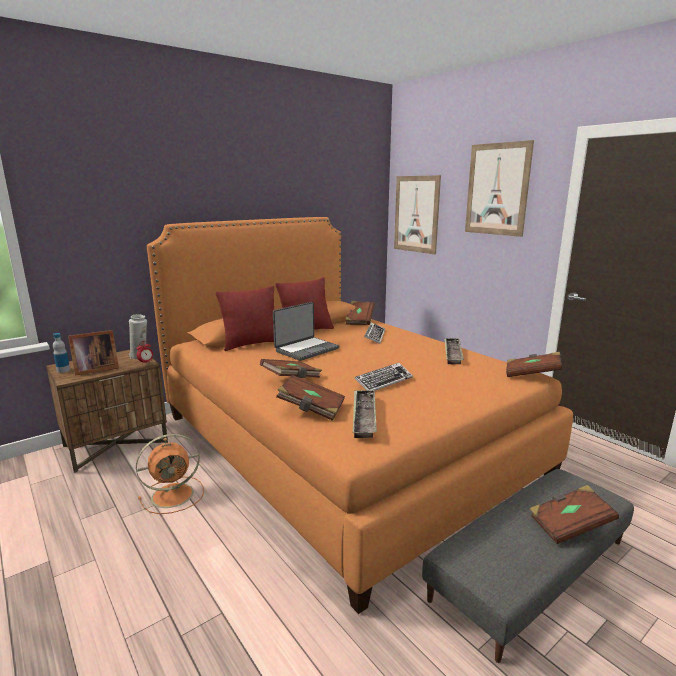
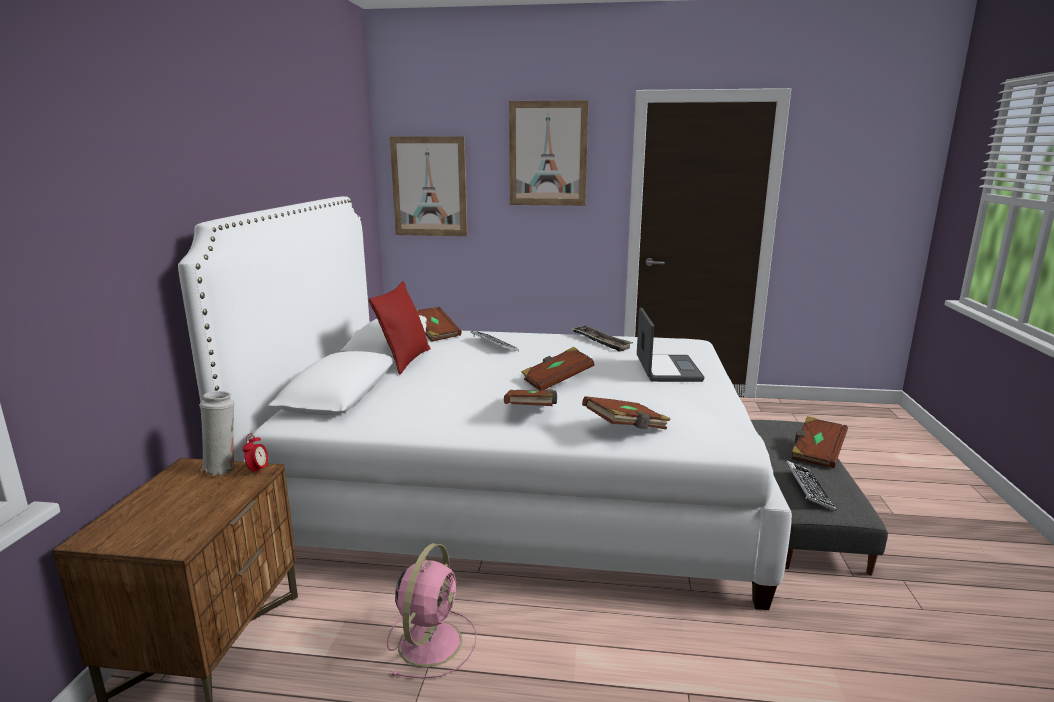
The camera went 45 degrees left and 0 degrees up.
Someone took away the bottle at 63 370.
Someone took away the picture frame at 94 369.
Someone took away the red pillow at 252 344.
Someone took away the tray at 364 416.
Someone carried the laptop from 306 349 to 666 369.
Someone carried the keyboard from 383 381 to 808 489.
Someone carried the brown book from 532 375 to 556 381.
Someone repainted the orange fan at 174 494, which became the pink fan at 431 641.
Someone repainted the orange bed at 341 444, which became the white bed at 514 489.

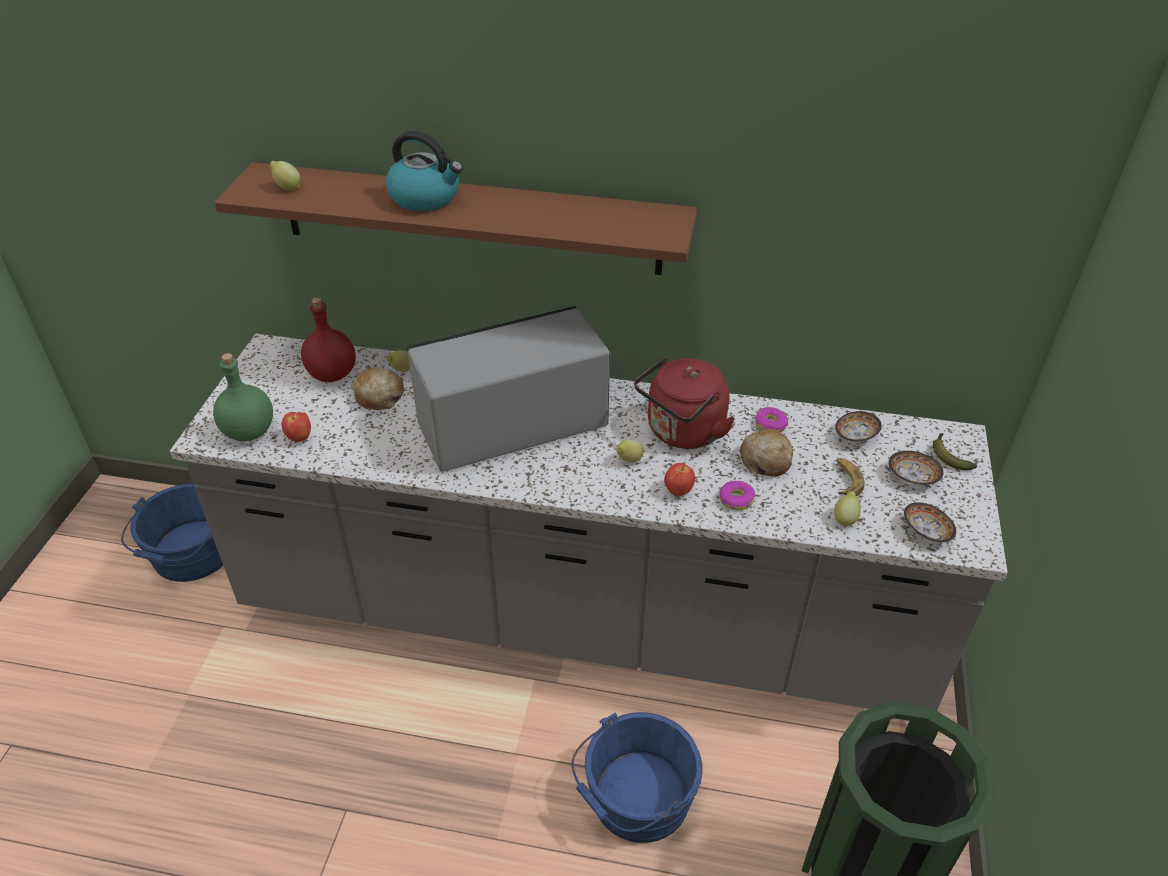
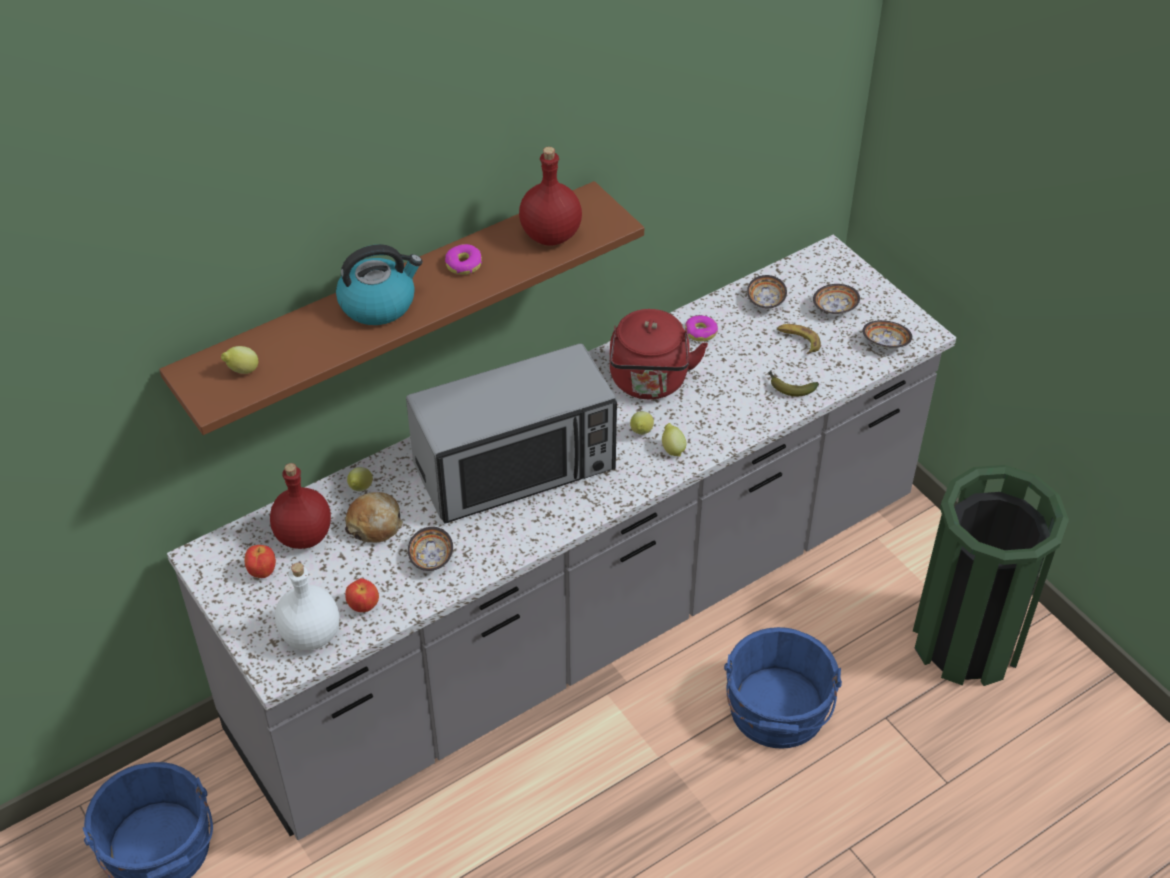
The camera went 45 degrees left and 5 degrees up.
Someone took away the bread at 765 460.
Someone put down the bowl at 431 558.
Someone put down the red bottle at 550 234.
Someone carried the apple from 678 491 to 262 572.
Someone carried the donut from 736 499 to 463 264.
Someone carried the lemon from 845 519 to 672 449.
Someone carried the banana from 949 456 to 789 387.
Someone repainted the green bottle at 250 432, which became the white bottle at 312 635.
Someone rotated the microwave at 511 423 by 135 degrees counterclockwise.

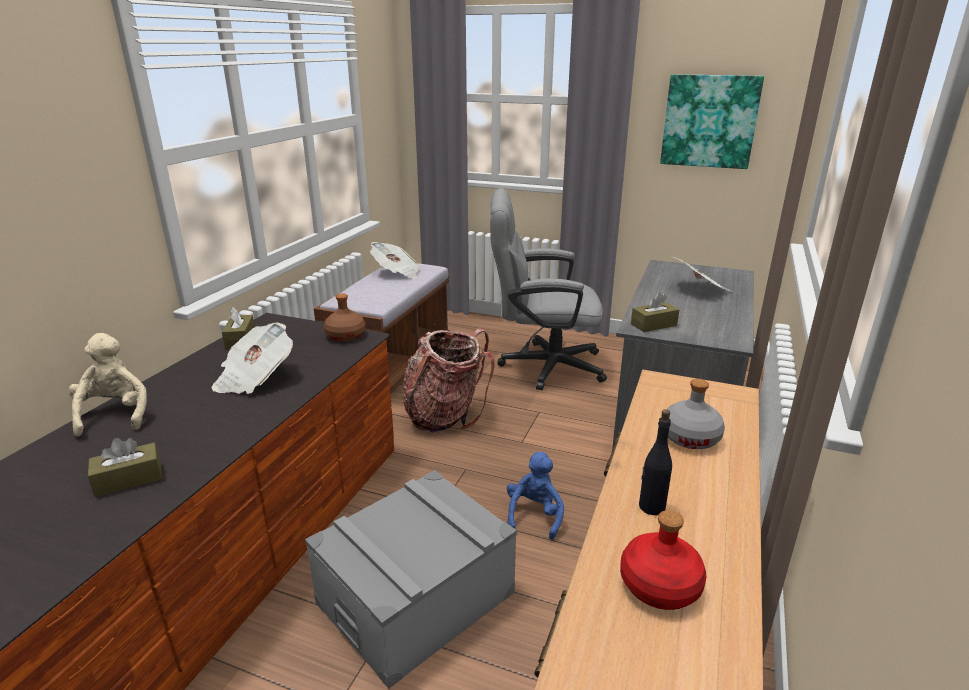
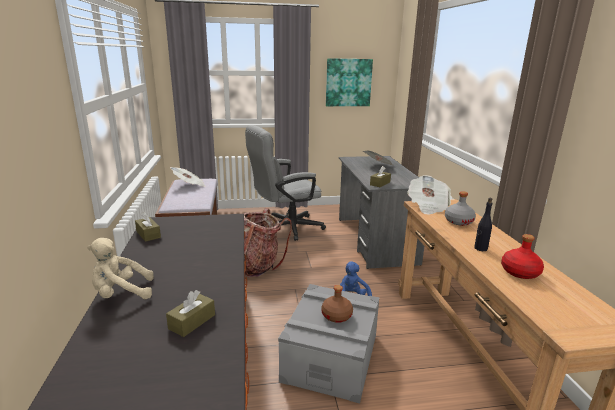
The camera went 30 degrees left and 5 degrees down.
Someone carried the newspaper from 254 378 to 427 206.
Someone carried the brown bottle from 346 335 to 337 315.
Someone rotated the beige plush toy at 115 414 by 60 degrees counterclockwise.

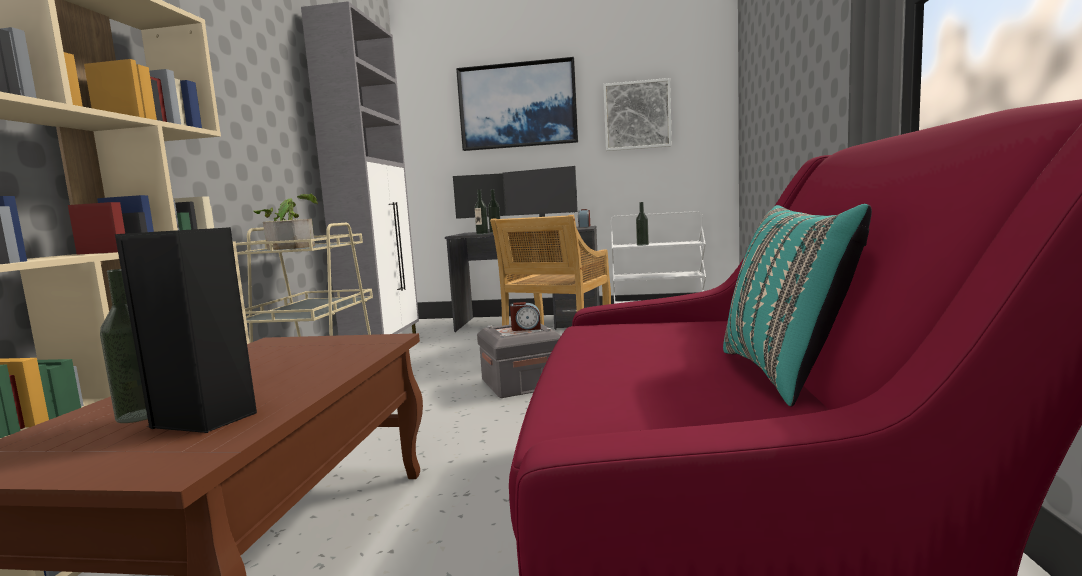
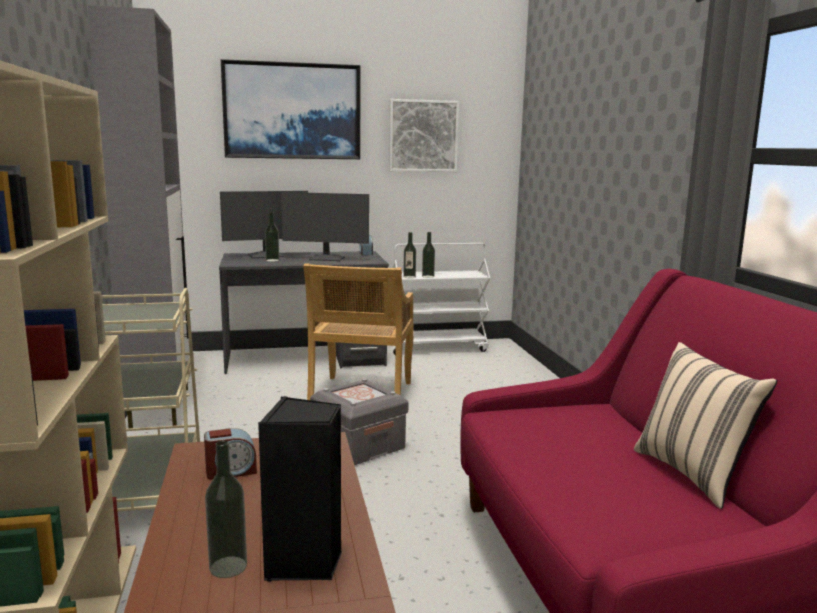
The camera went 20 degrees left and 5 degrees up.
Someone took away the potted plant at 292 247.
Someone carried the bottle from 482 234 to 409 277.
Someone carried the alarm clock from 526 328 to 231 471.
Someone repainted the turquoise pillow at 786 373, which became the beige pillow at 693 474.

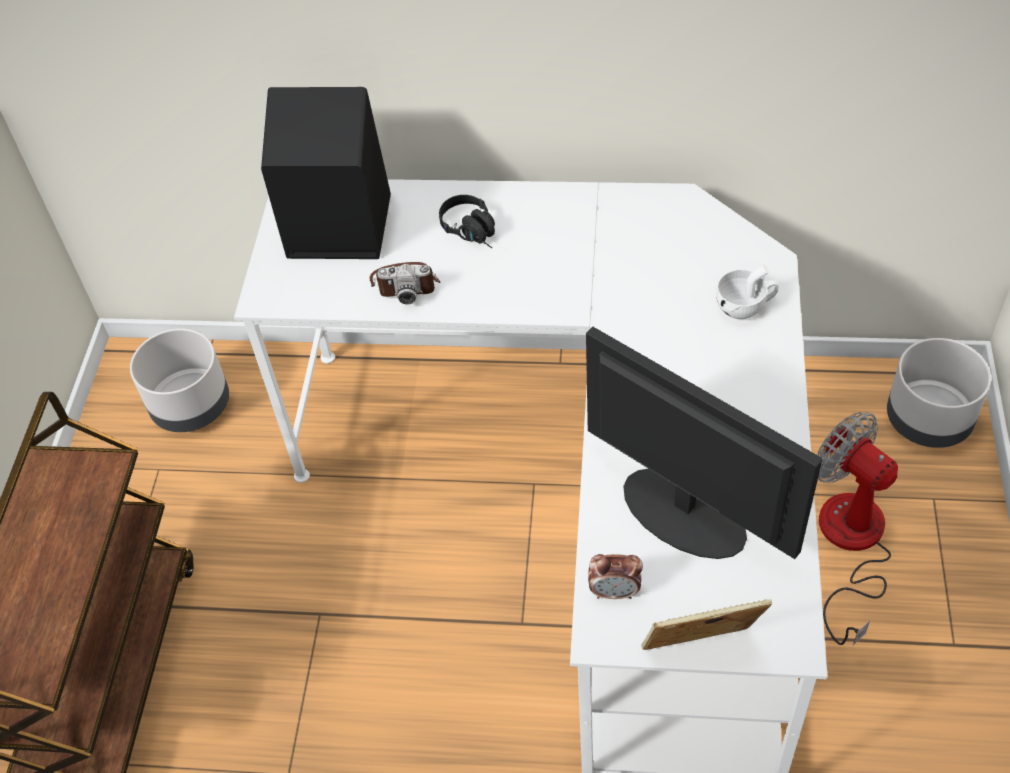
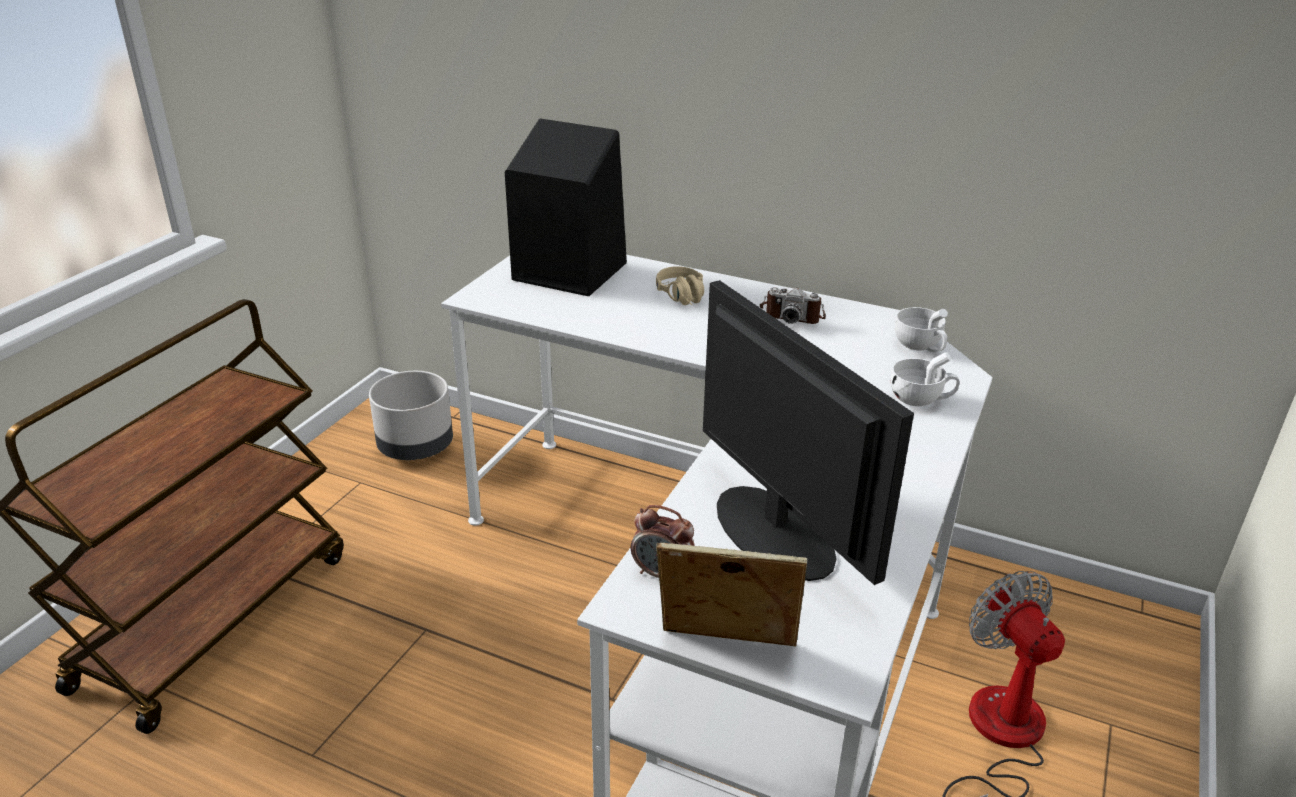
The camera went 15 degrees right and 20 degrees down.
Someone took away the grey planter at 927 420.
Someone put down the white cup at 920 347.
Someone carried the photo camera from 405 283 to 792 315.
Someone repainted the black headphones at 474 232, which became the beige headphones at 684 298.

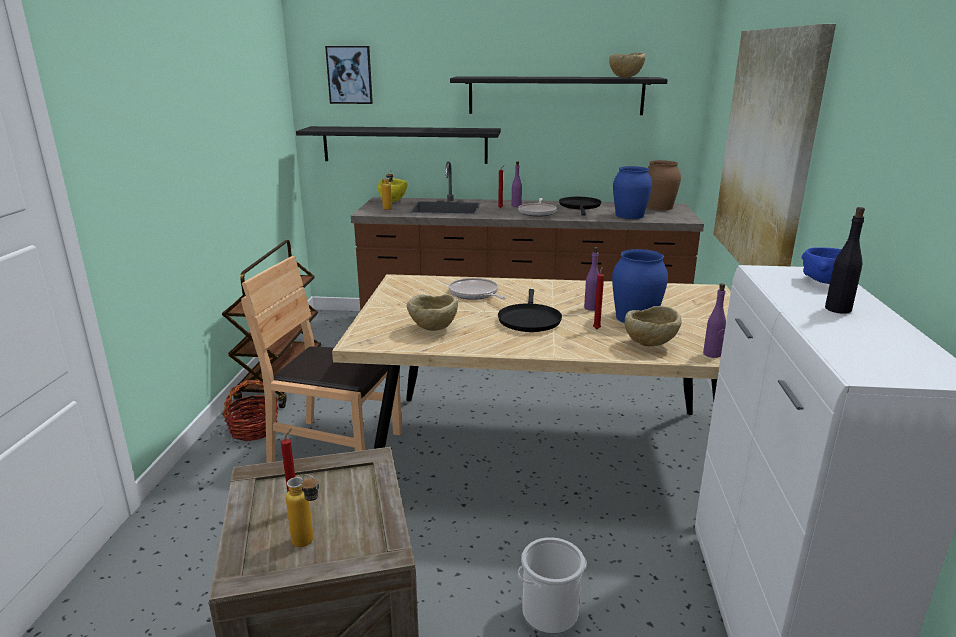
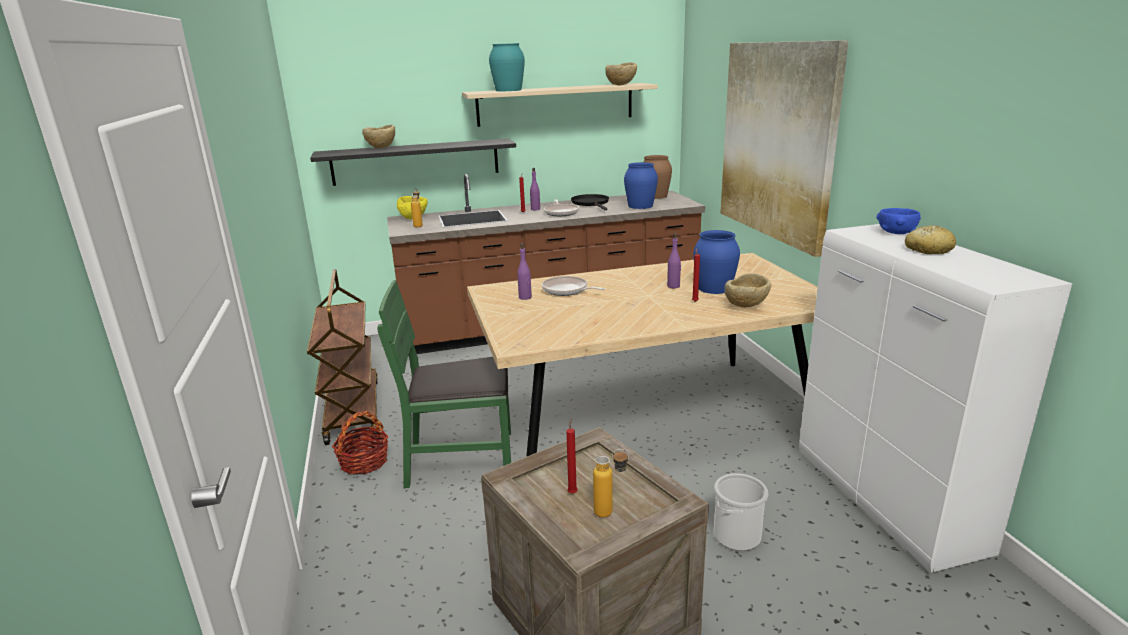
The camera went 20 degrees left and 0 degrees up.
Someone took away the picture at 349 75.
Someone took away the black frying pan at 529 320.
Someone put down the turquoise vase at 508 90.
Someone carried the beige bowl from 433 330 to 381 148.
Someone carried the purple bottle from 712 354 to 525 297.
Someone swapped the black bottle at 838 309 for the bread at 928 250.
Someone repainted the brown chair at 336 448, which became the green chair at 461 459.
Someone repainted the black shelf at 555 95, which became the beige shelf at 555 104.

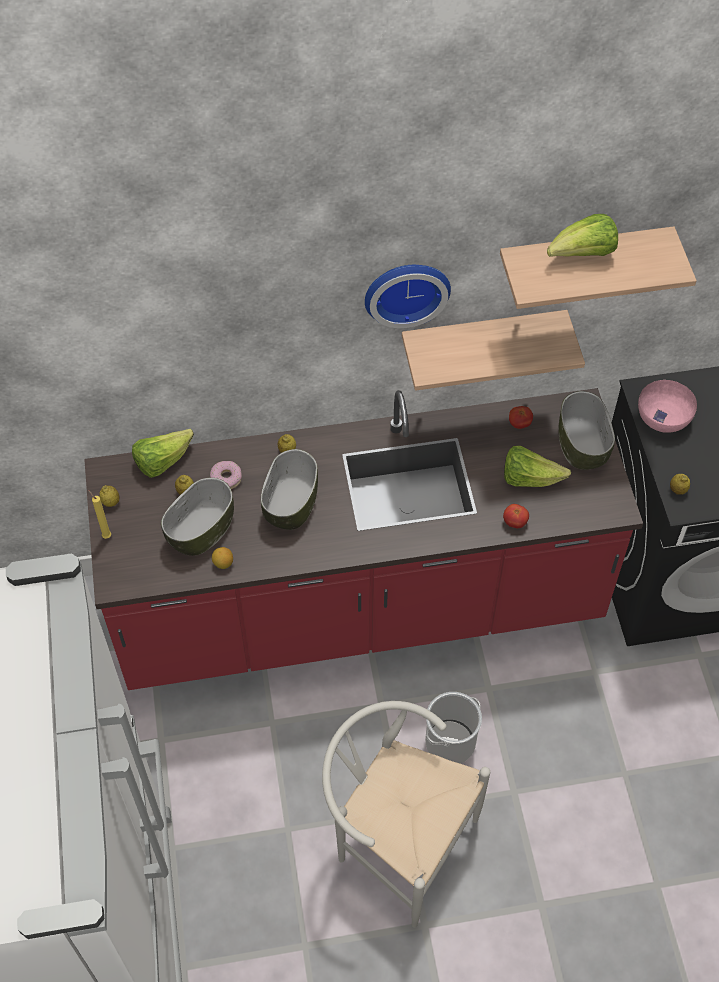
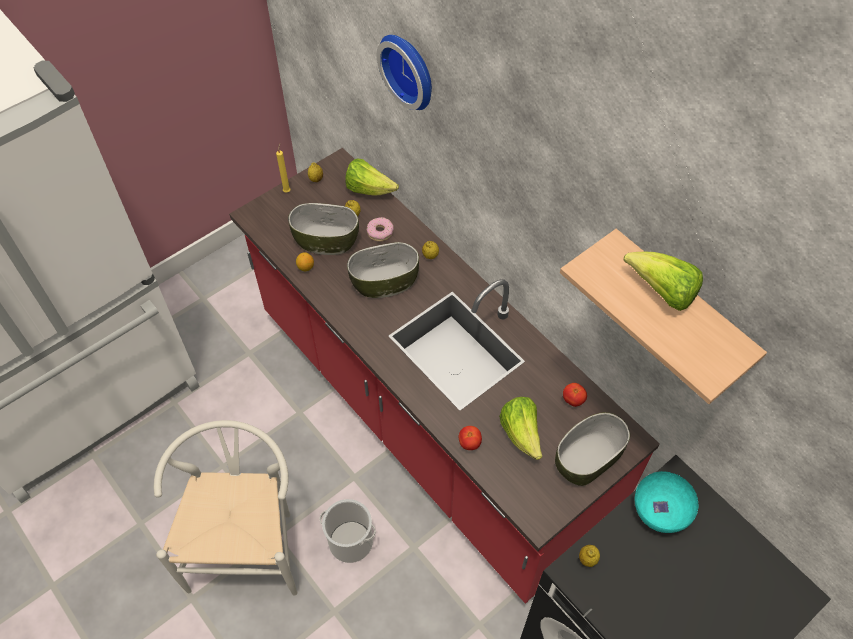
The camera went 60 degrees right and 0 degrees up.
Someone took away the shelf at 482 341.
Someone carried the wall clock from 406 289 to 410 69.
Someone repainted the pink bowl at 663 418, which became the turquoise bowl at 660 510.

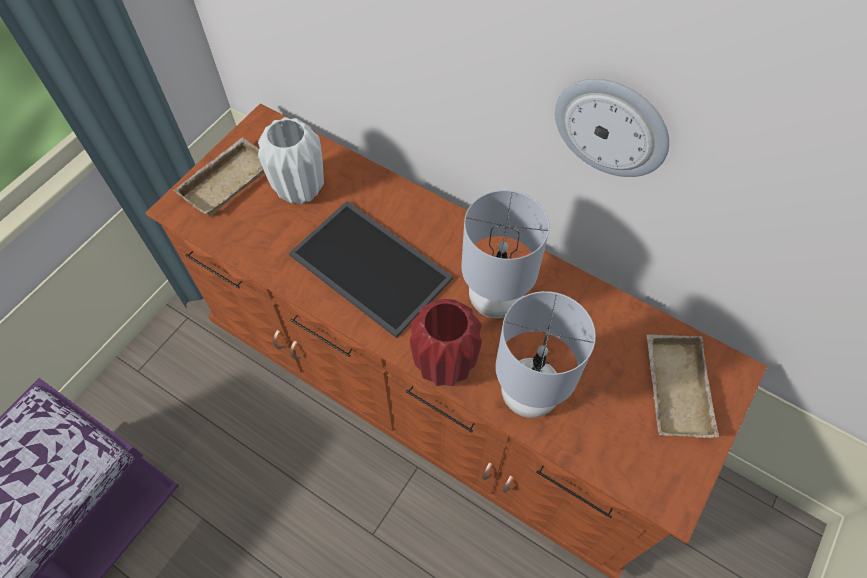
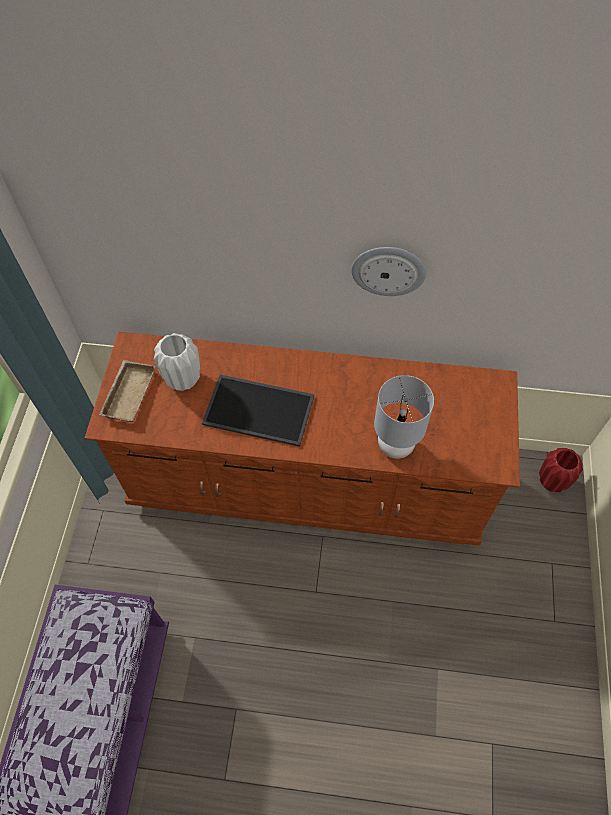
The camera went 25 degrees left and 0 degrees up.
Someone took away the grey table lamp at 494 301.
Someone took away the beige tray at 673 387.
Someone carried the red vase from 445 366 to 552 481.

